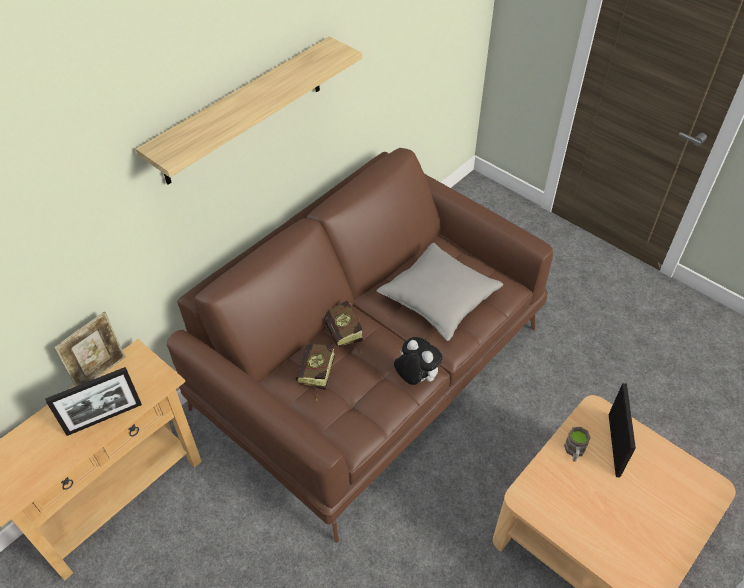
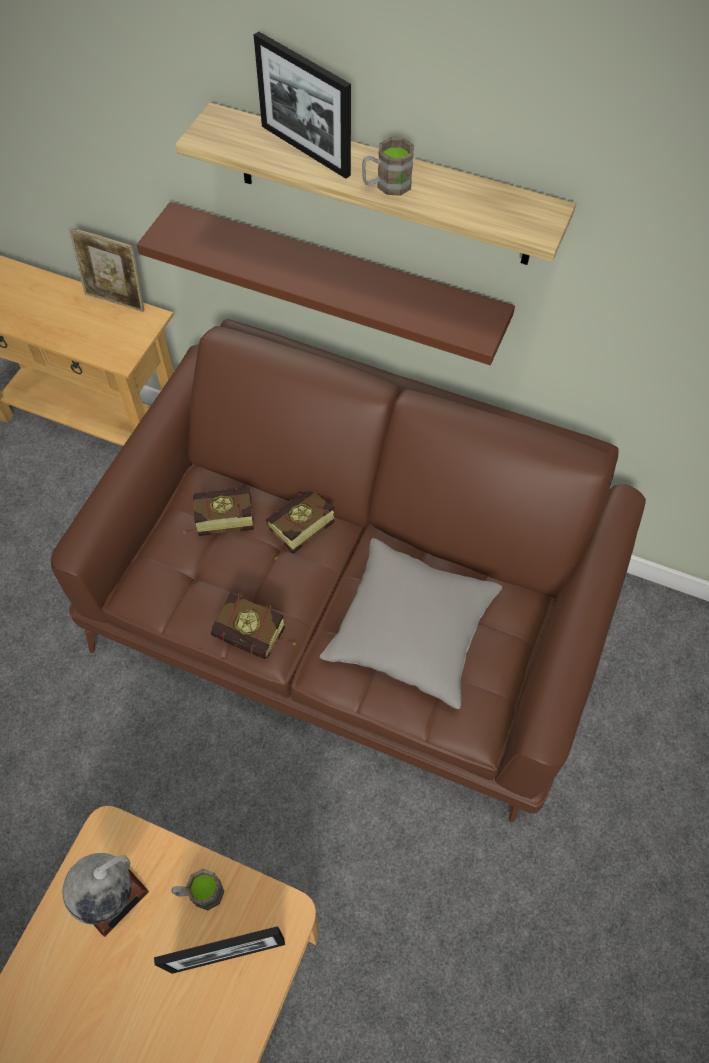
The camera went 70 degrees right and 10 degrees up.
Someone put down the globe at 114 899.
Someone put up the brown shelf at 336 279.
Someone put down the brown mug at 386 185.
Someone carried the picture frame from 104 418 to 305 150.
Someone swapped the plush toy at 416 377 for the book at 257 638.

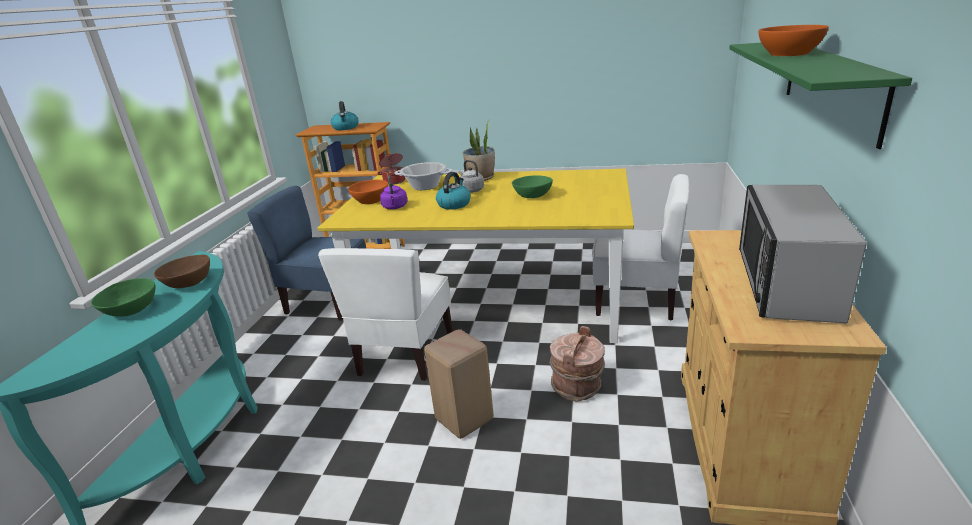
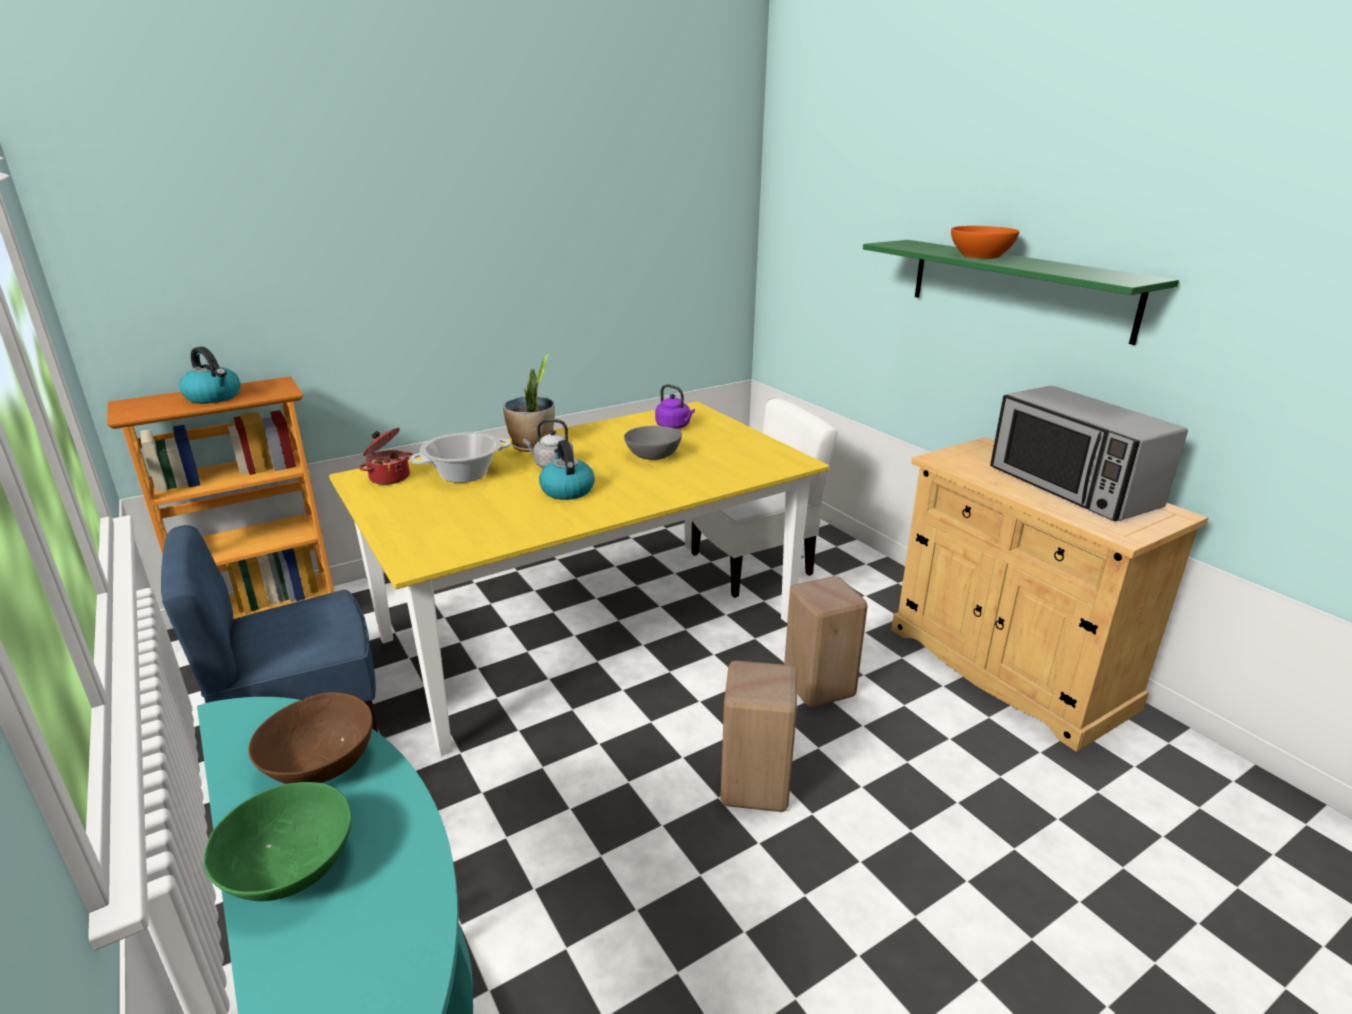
The camera went 45 degrees left and 0 degrees up.
Someone took away the white chair at 405 355.
Someone took away the orange bowl at 370 200.
Someone carried the purple kettle from 395 207 to 674 426.
Someone swapped the brown bucket at 577 387 for the beige stool at 819 685.
Someone repainted the green bowl at 532 195, which became the grey bowl at 652 455.

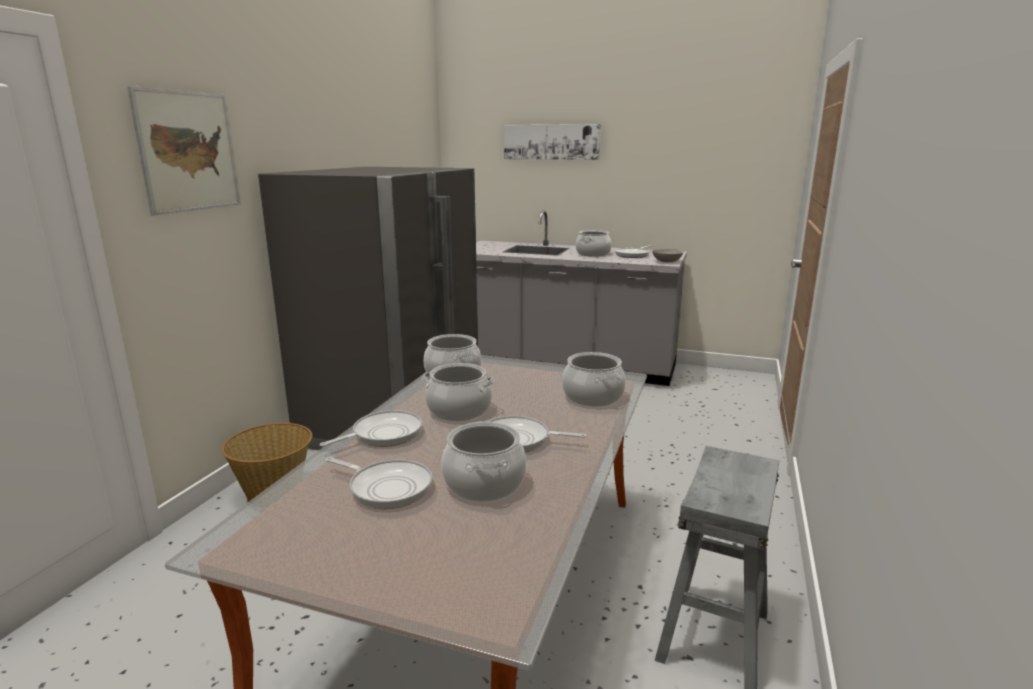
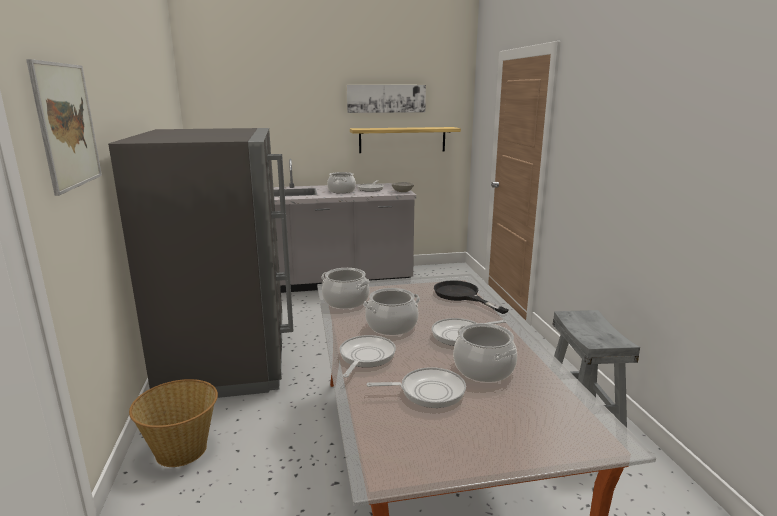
The camera went 30 degrees left and 0 degrees up.
Someone put up the shelf at 402 140.
Someone carried the picture from 551 142 to 386 98.
Someone swapped the cooking pot at 592 396 for the black frying pan at 462 295.

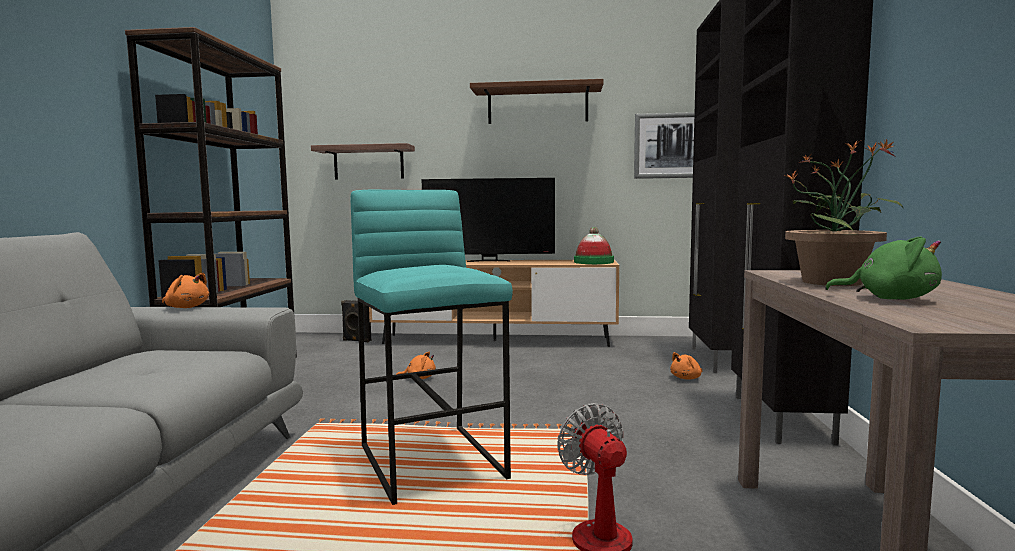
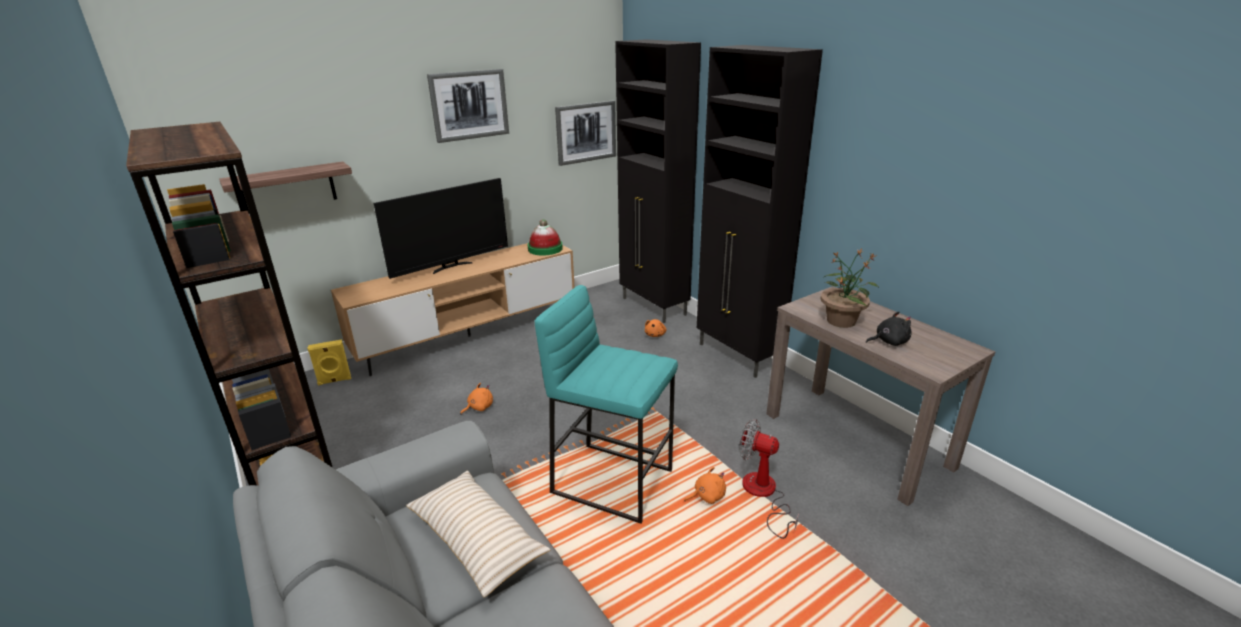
The camera went 40 degrees left and 20 degrees up.
Someone put down the beige pillow at 477 540.
Someone carried the orange plush toy from 186 307 to 707 496.
Someone swapped the brown shelf at 537 105 for the picture at 469 105.
Someone repainted the black speaker at 356 340, which became the yellow speaker at 334 381.
Someone repainted the green plush toy at 889 298, which became the black plush toy at 889 341.

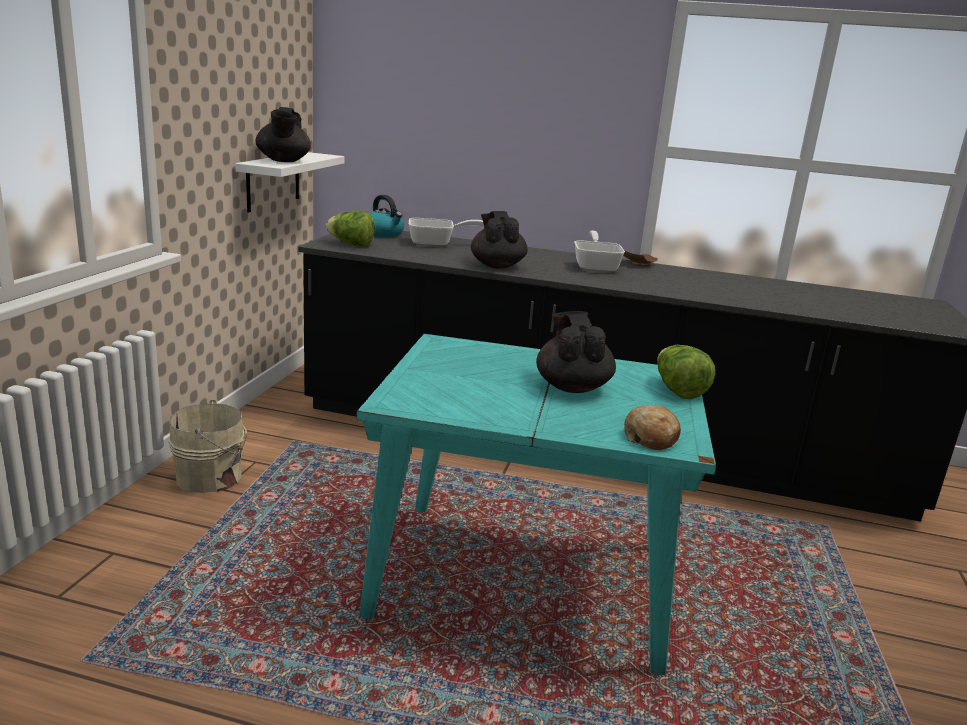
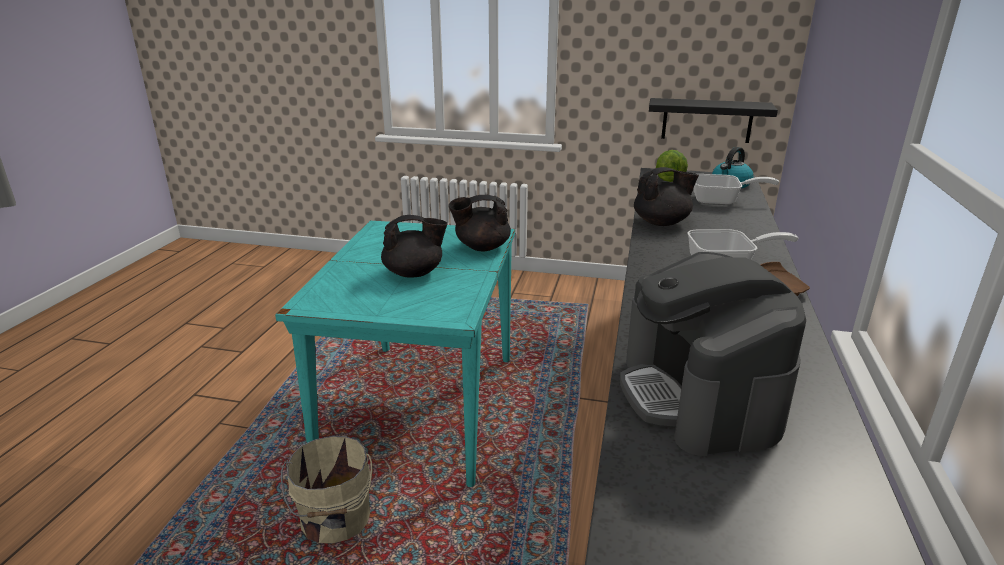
The camera went 90 degrees right and 5 degrees up.
Someone took away the bread at 651 438.
Someone took away the lettuce at 678 390.
Someone put down the coffee machine at 699 396.
Someone carried the beige bucket from 212 477 to 335 520.
Someone carried the black teapot from 283 161 to 481 247.
Someone repainted the white shelf at 273 181, which became the black shelf at 707 120.
Someone rotated the frying pan at 437 244 by 75 degrees counterclockwise.

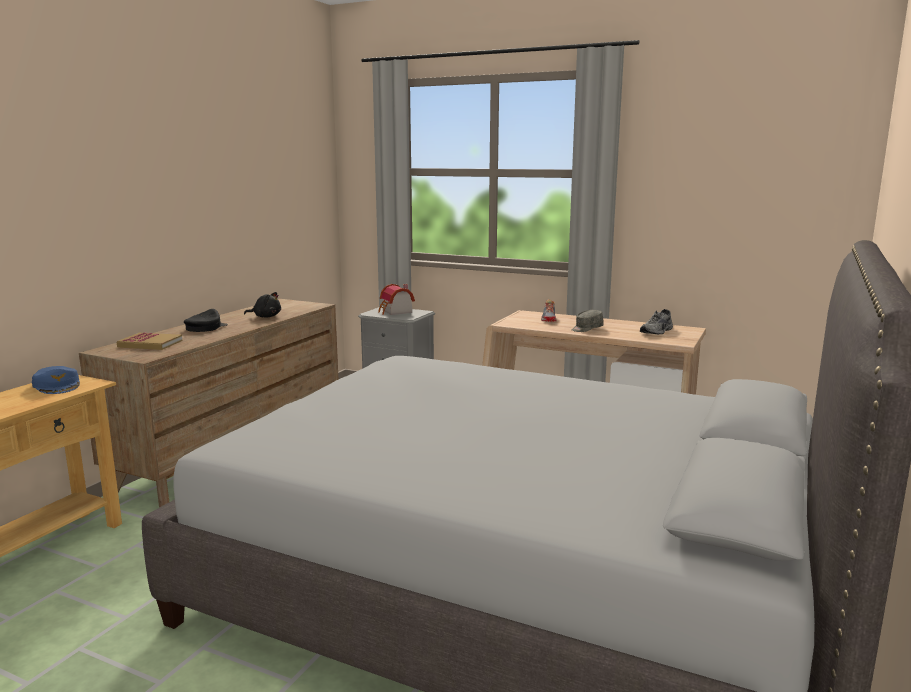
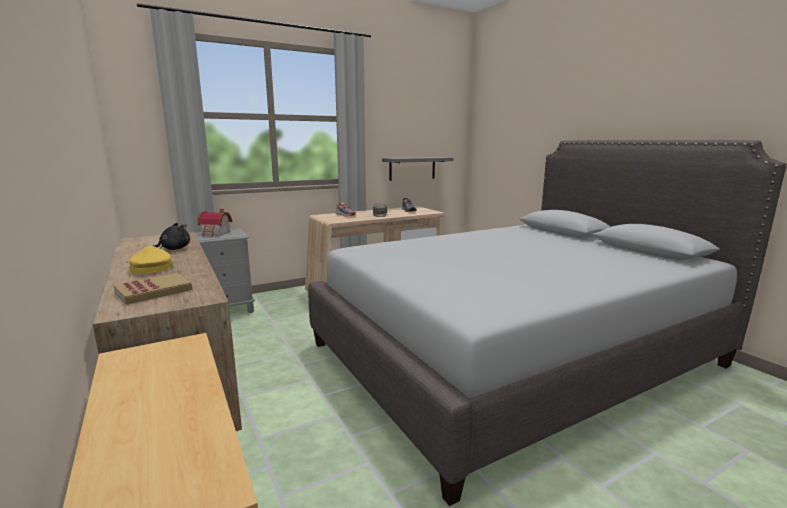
The camera went 55 degrees left and 0 degrees up.
Someone took away the blue cap at 57 385.
Someone put up the grey shelf at 412 168.
Someone repainted the black cap at 206 328, which became the yellow cap at 151 268.

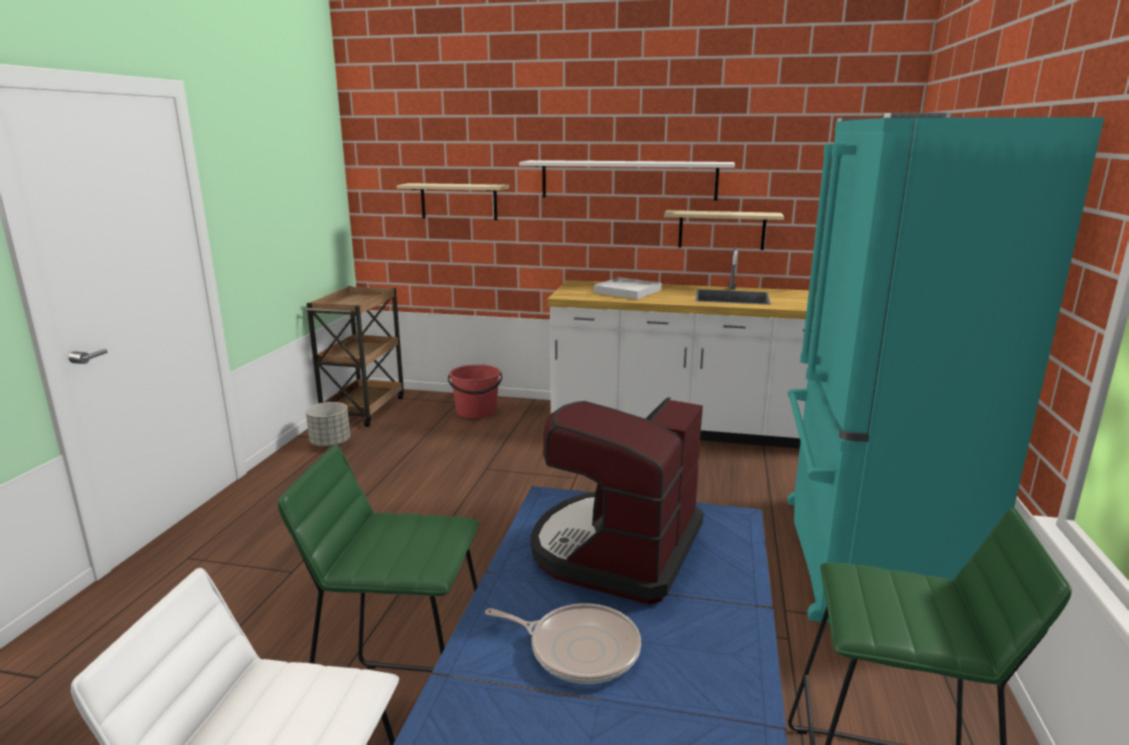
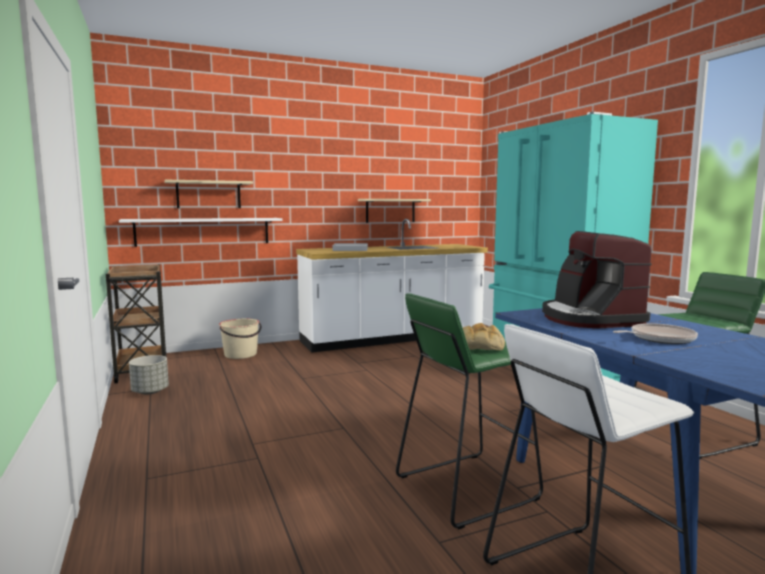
The camera went 35 degrees left and 10 degrees down.
Someone put down the bread at 481 346.
Someone carried the white shelf from 628 180 to 203 231.
Someone repainted the red bucket at 476 411, which became the beige bucket at 241 354.

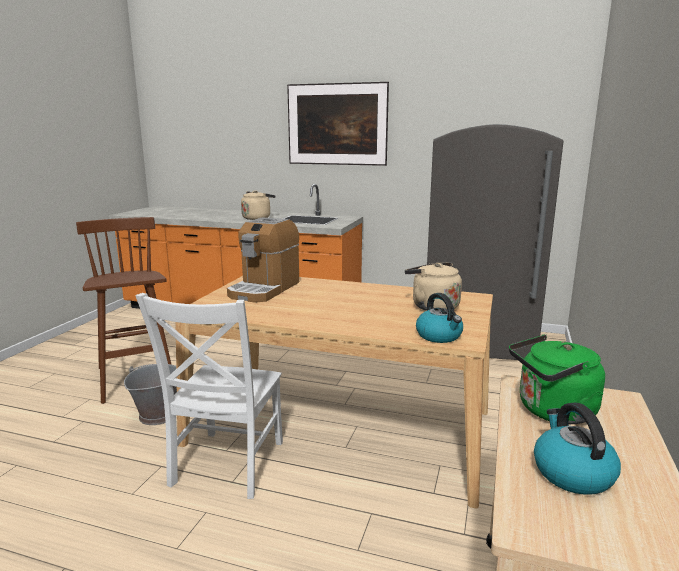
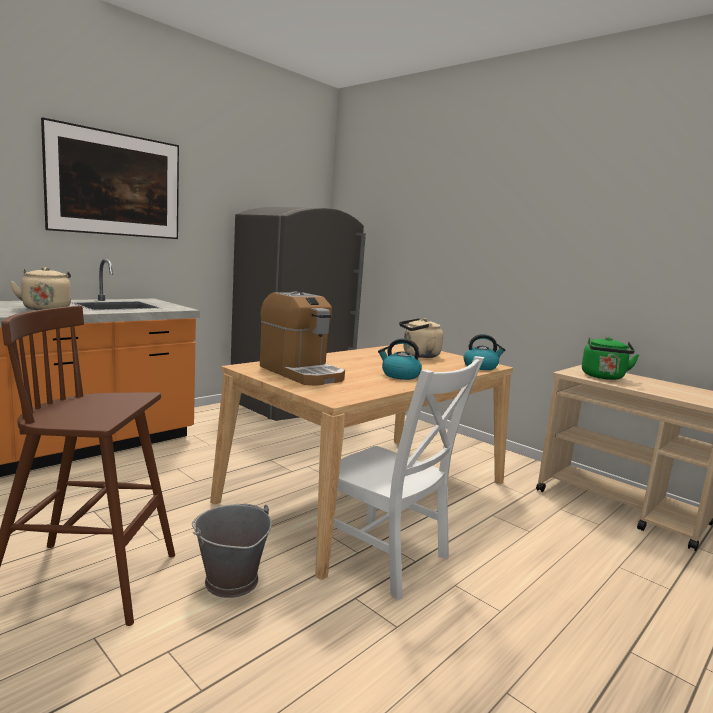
The camera went 65 degrees left and 5 degrees down.
Someone carried the kettle from 571 473 to 400 375.

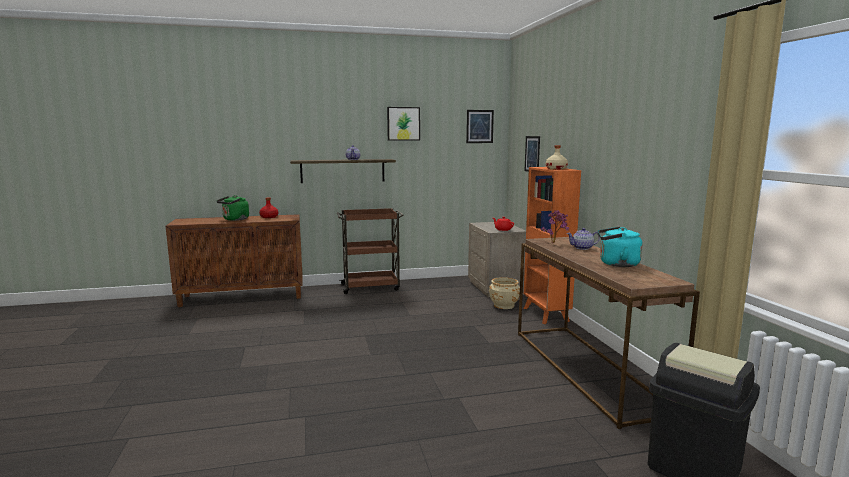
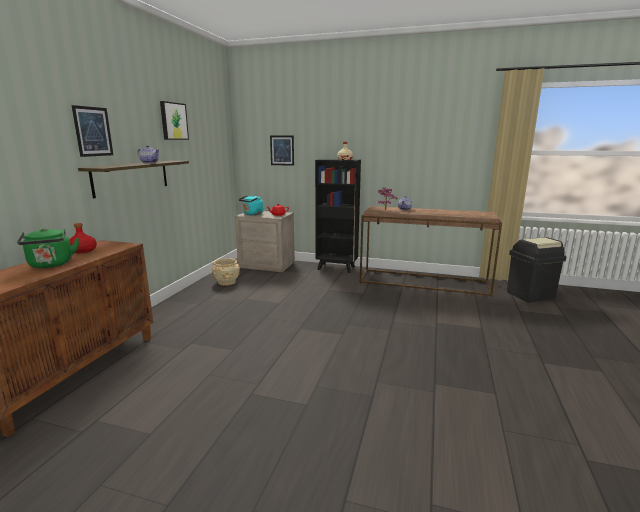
The camera went 60 degrees left and 5 degrees up.
Someone took away the brown cart at 371 287.
Someone carried the picture from 479 126 to 93 131.
Someone carried the beige planter from 504 305 to 227 282.
Someone carried the turquoise kettle from 616 264 to 252 214.
Someone repainted the orange bookcase at 546 315, which became the black bookcase at 337 268.

